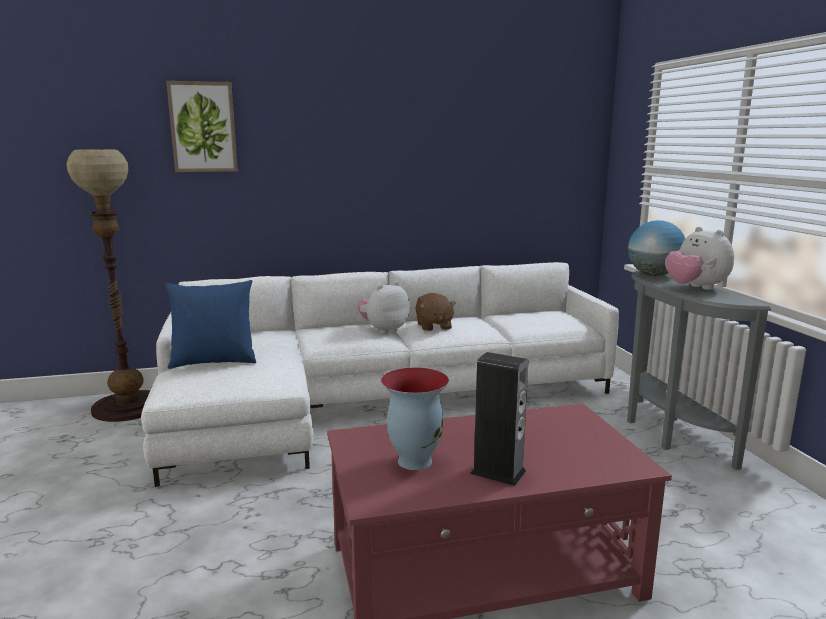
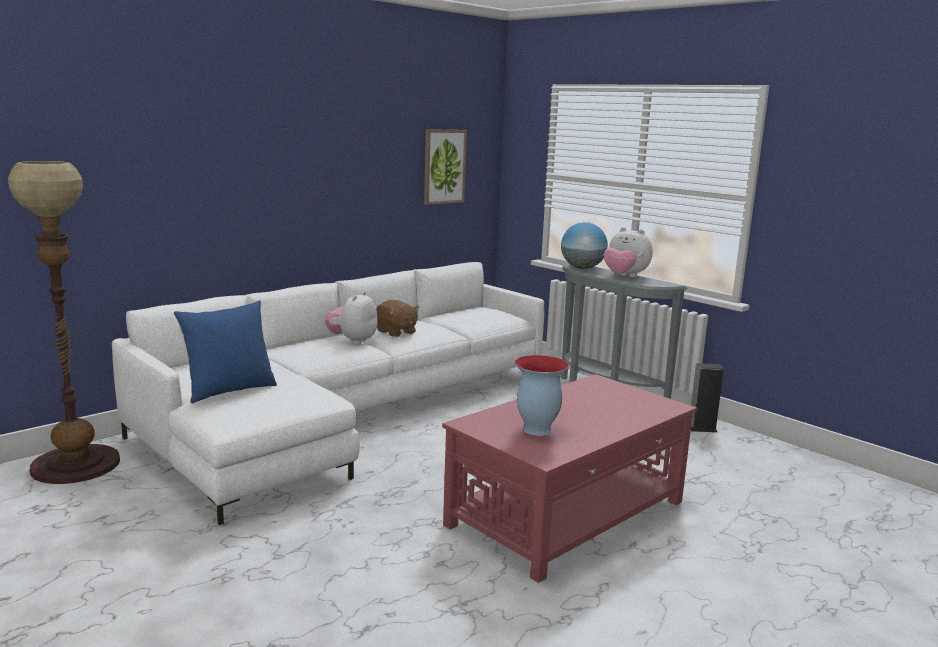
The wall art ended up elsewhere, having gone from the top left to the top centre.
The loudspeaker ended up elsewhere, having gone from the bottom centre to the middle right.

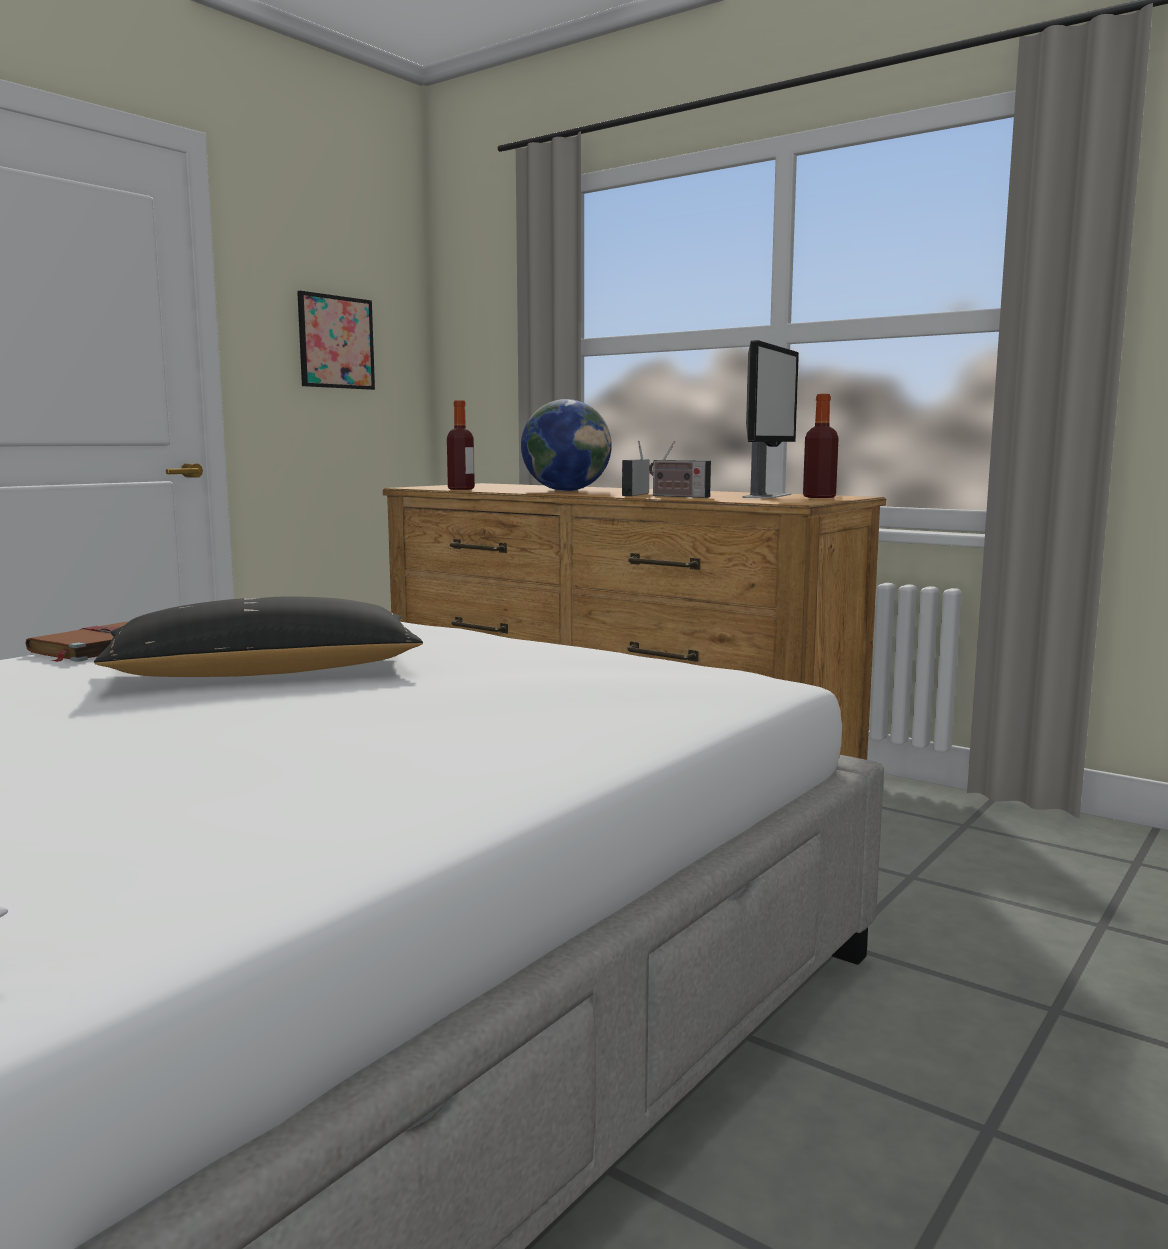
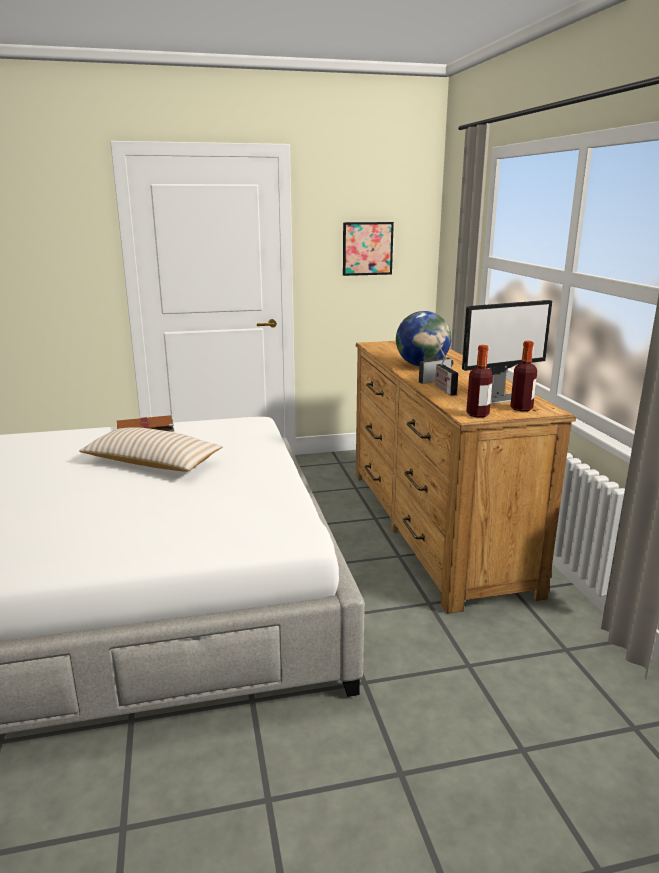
What was the black throw pillow at the middle left turned into the beige throw pillow at the middle left.
The bottle (no. 1 from left) ended up elsewhere, having gone from the centre to the middle right.

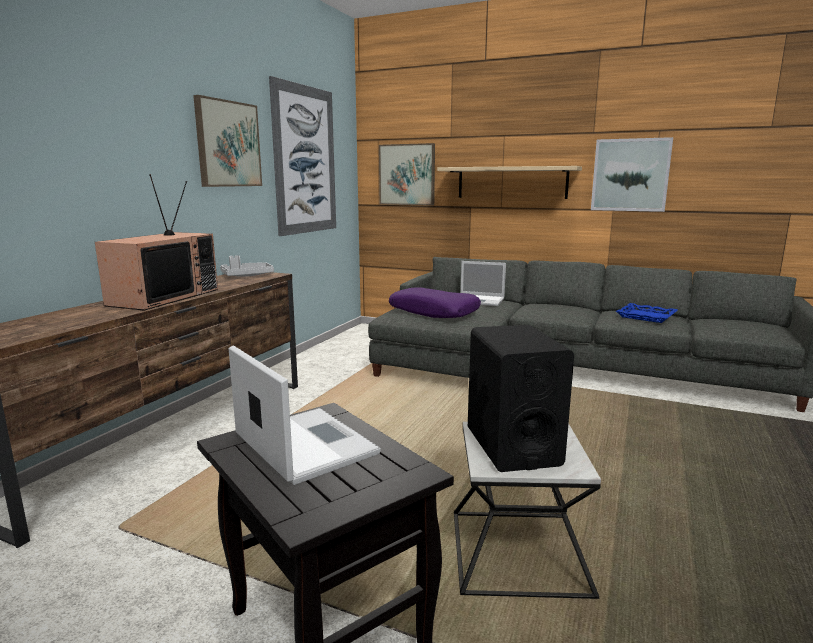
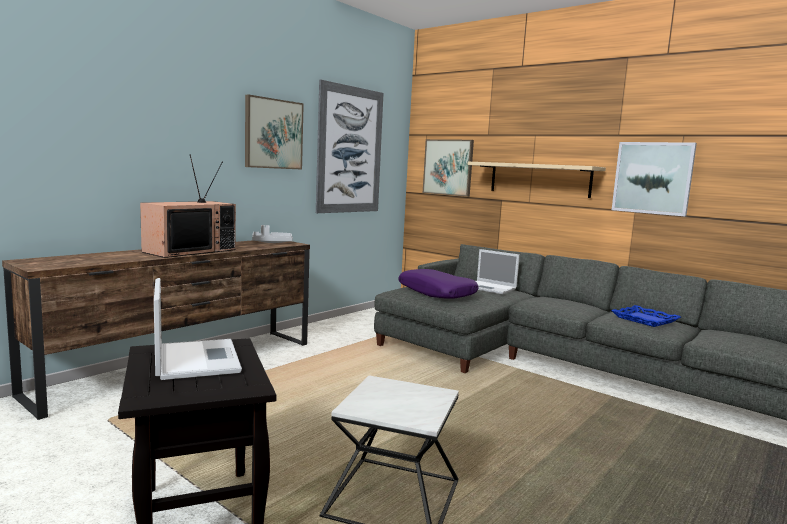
The second view lost the black loudspeaker at the centre.

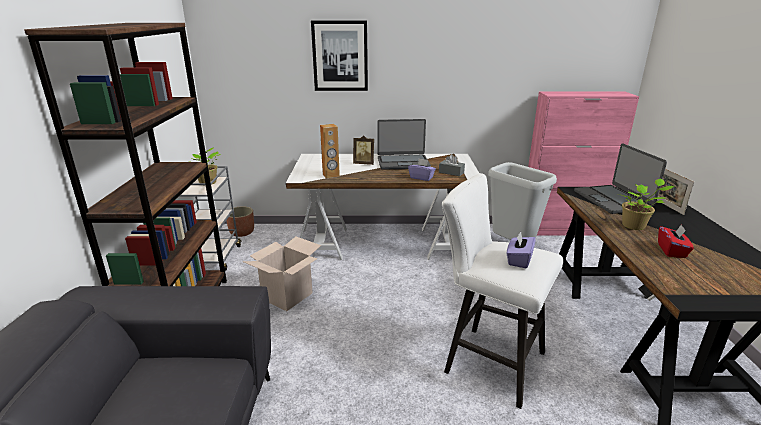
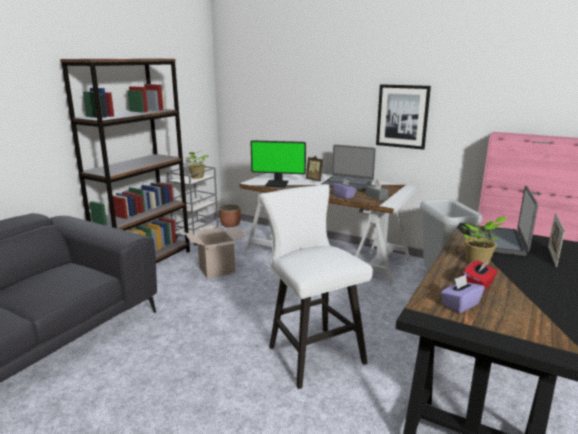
Where the brown loudspeaker stood at the centre, the computer screen came to stand at the centre.
The wall art ended up elsewhere, having gone from the top centre to the top right.
The purple box of tissues (no. 2 from left) ended up elsewhere, having gone from the middle right to the bottom right.

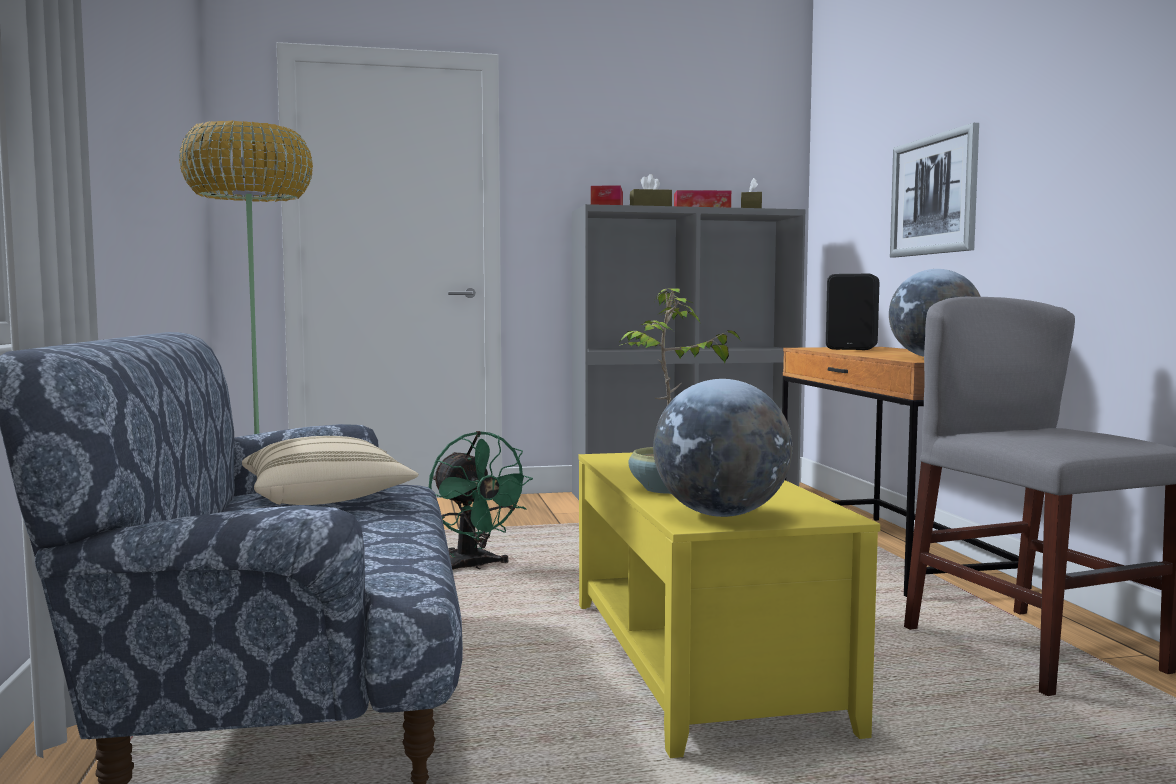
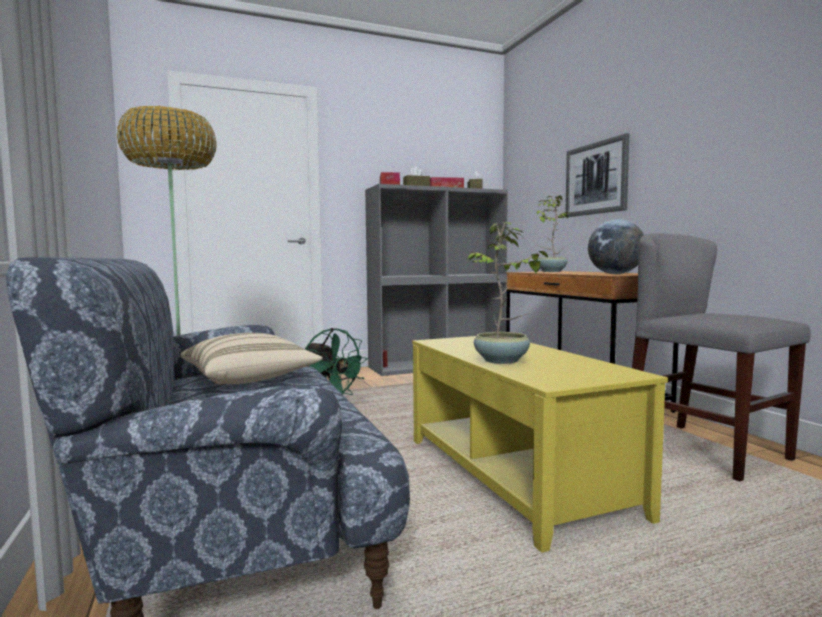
Where the black loudspeaker stood at the middle right, the houseplant (no. 2 from left) came to stand at the middle right.
The second view lost the world globe (no. 1 from left) at the centre.

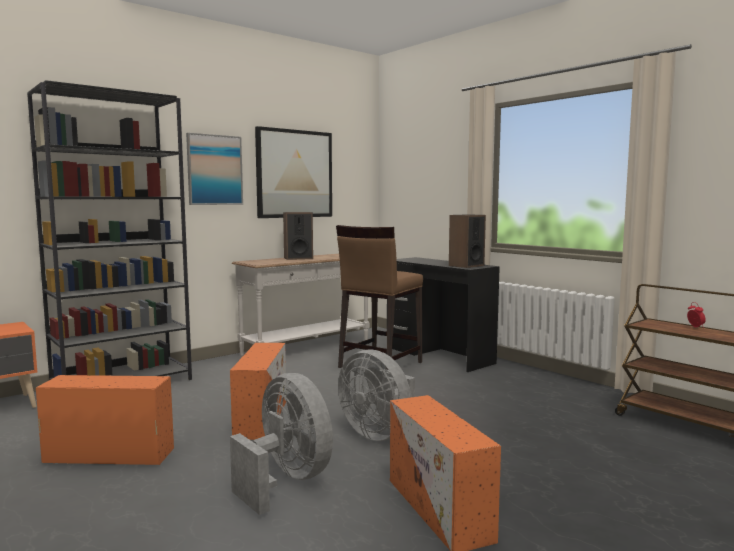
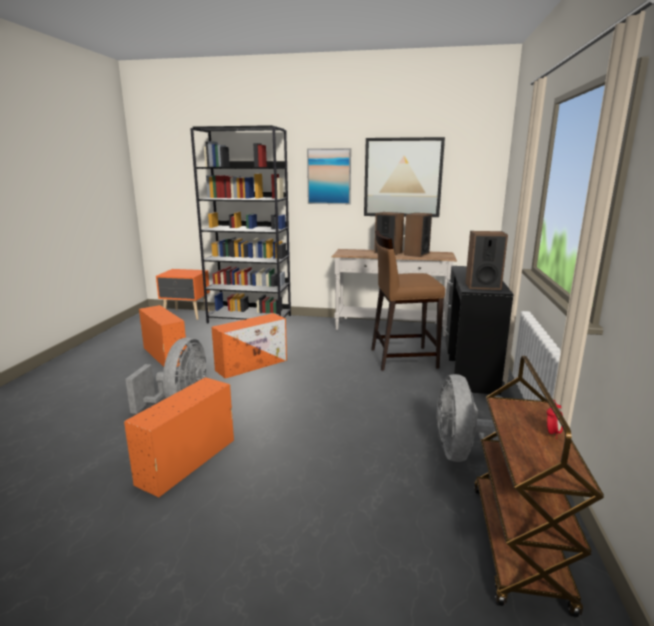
The second view gained the loudspeaker (no. 2 from left) at the centre.
The gray electric fan (no. 2 from left) ended up elsewhere, having gone from the bottom centre to the bottom right.

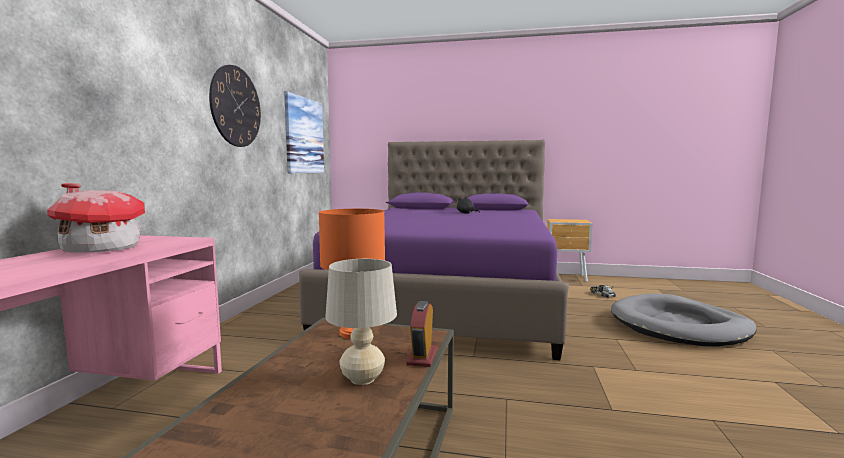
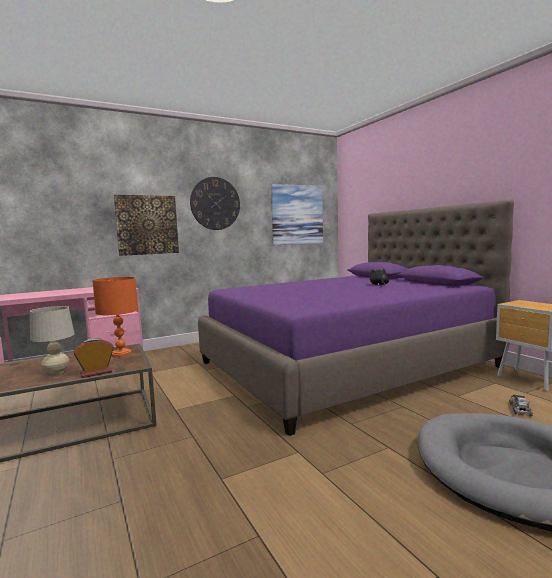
The second view gained the wall art (no. 1 from left) at the middle left.
The second view lost the miniature house at the middle left.

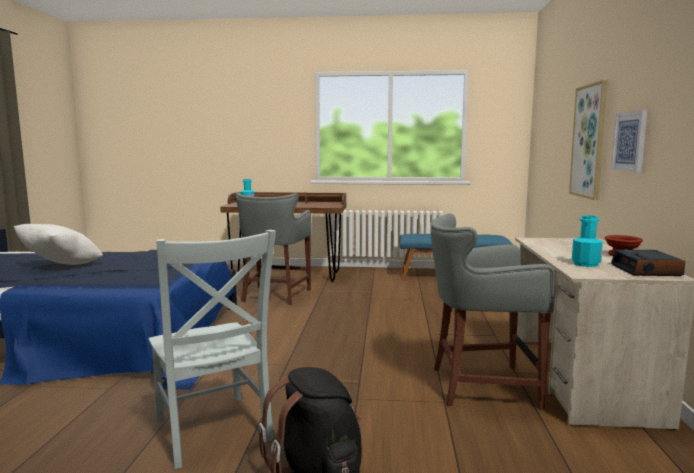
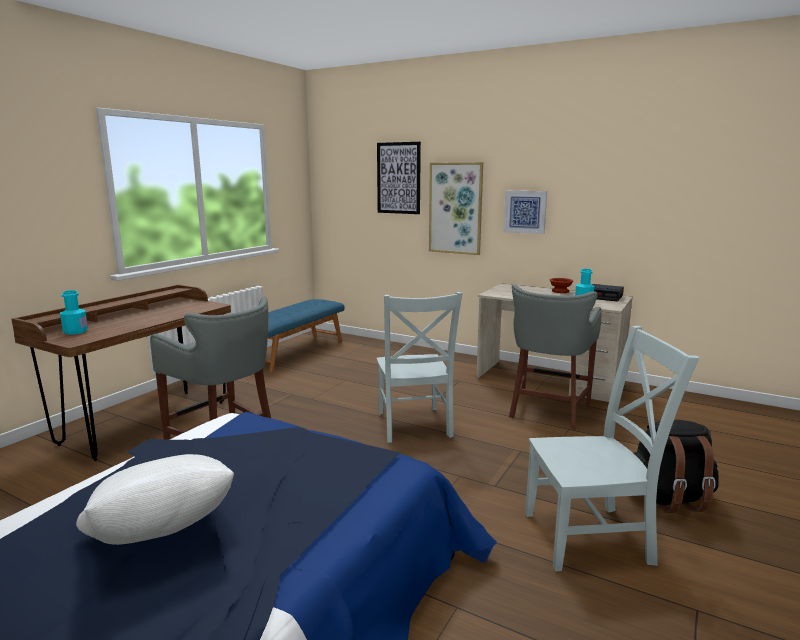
The second view gained the gray plain chair (no. 1 from left) at the centre.
The second view gained the wall art (no. 1 from left) at the top centre.

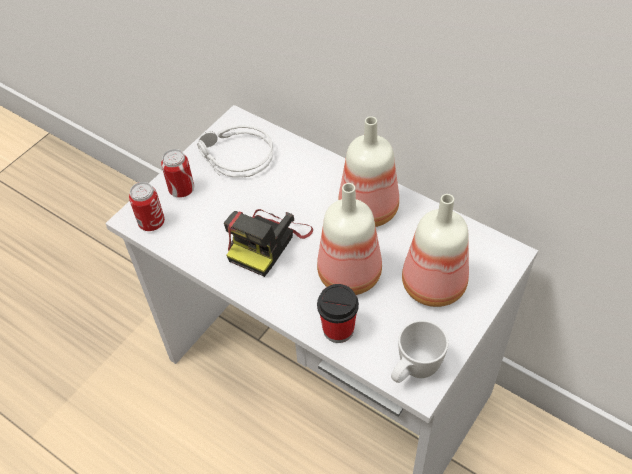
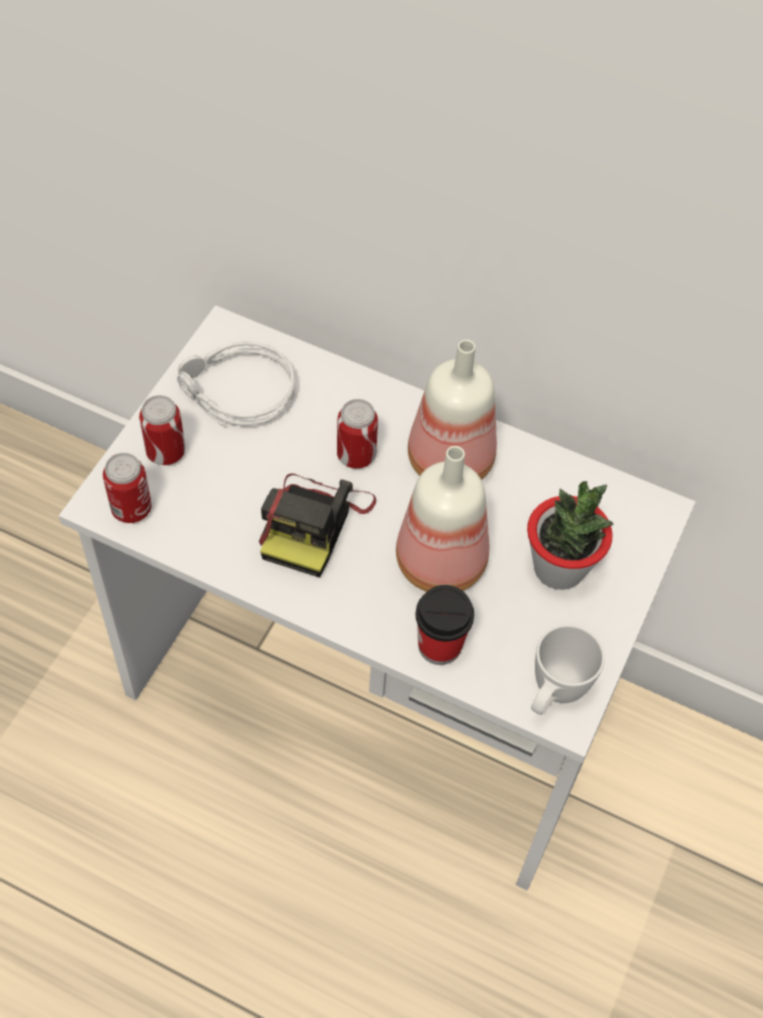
The second view gained the sealed can (no. 3 from left) at the centre.
Where the bottle (no. 3 from left) stood at the middle right, the houseplant came to stand at the middle right.

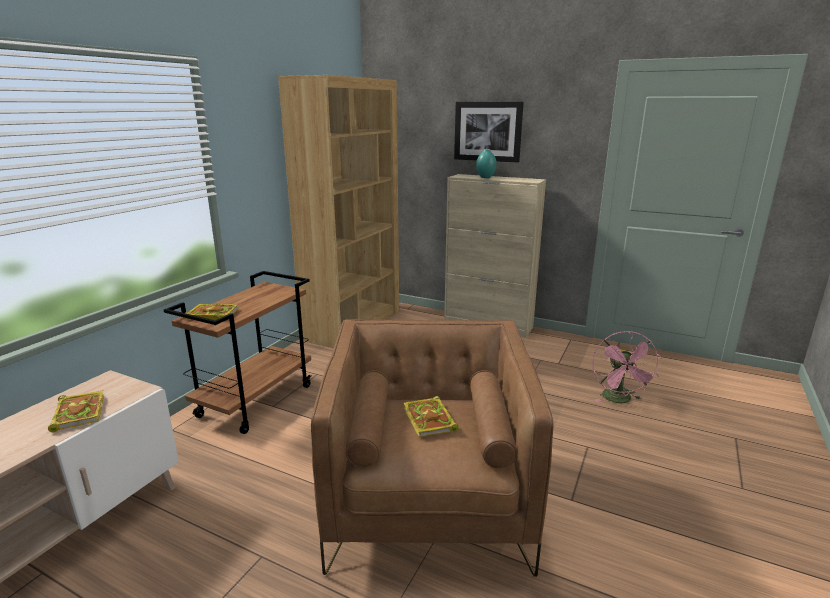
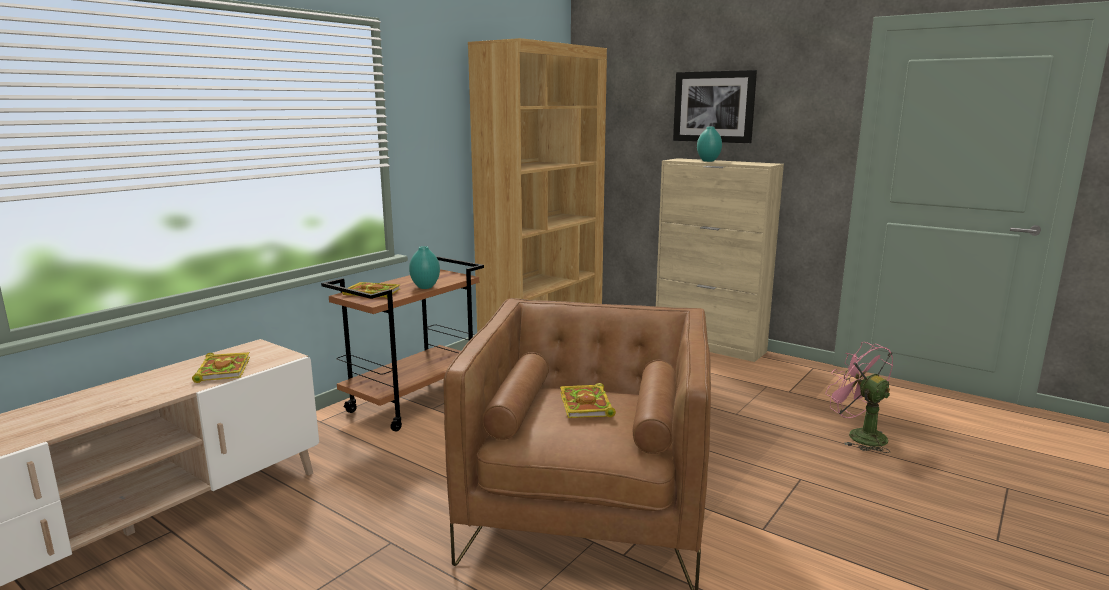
The second view gained the turquoise decorative vase (no. 1 from left) at the centre.
The pink electric fan at the middle right ended up facing another way, 135 degrees clockwise from before.

